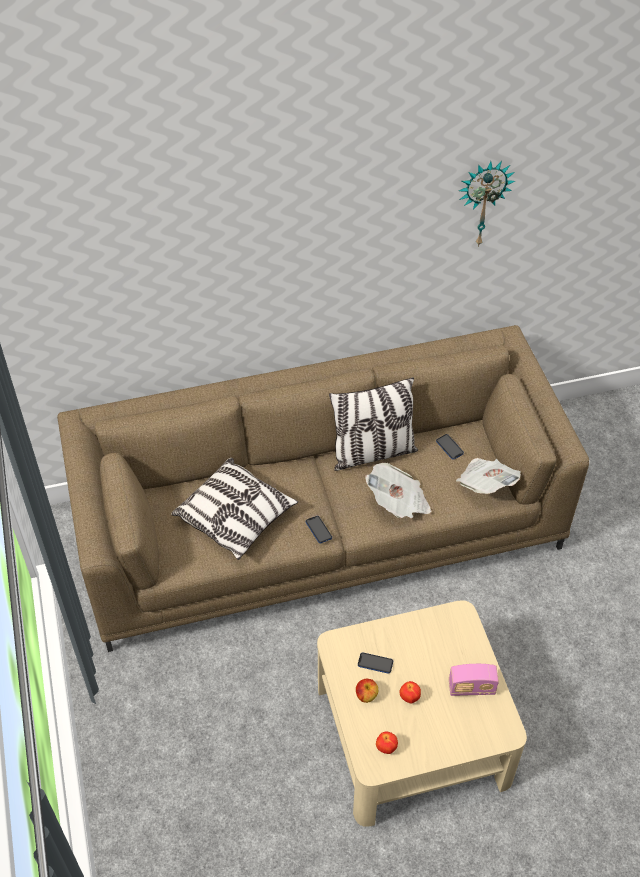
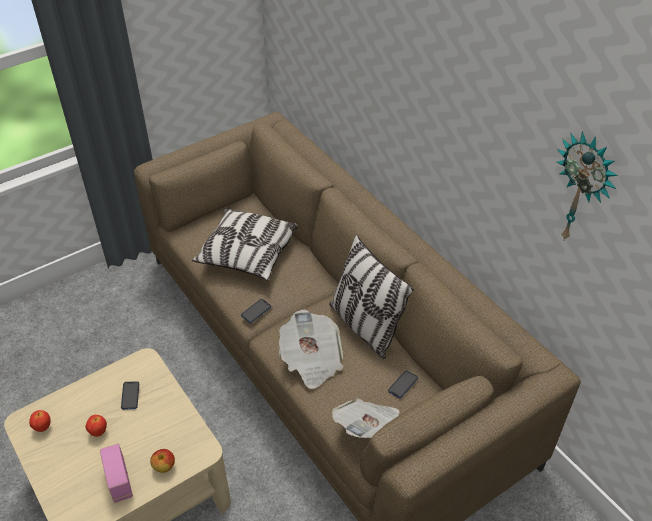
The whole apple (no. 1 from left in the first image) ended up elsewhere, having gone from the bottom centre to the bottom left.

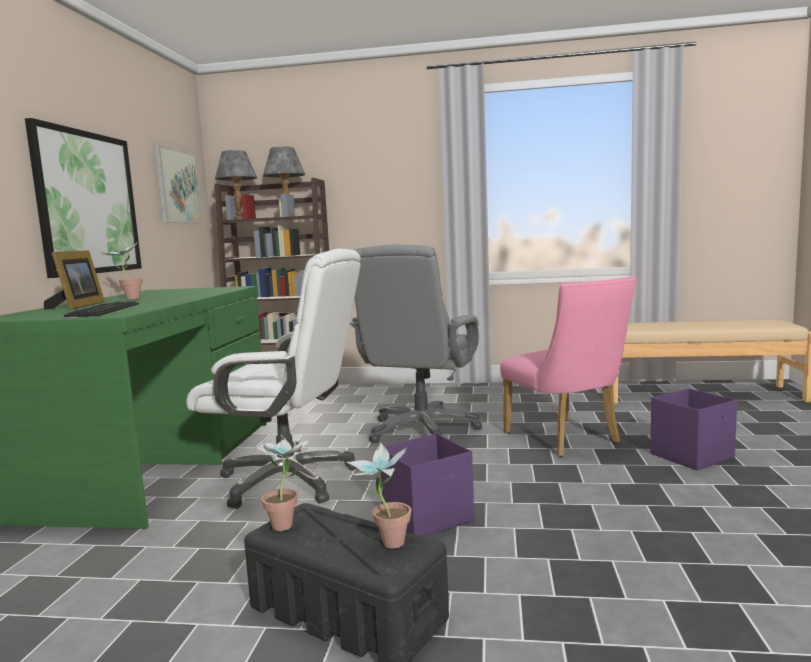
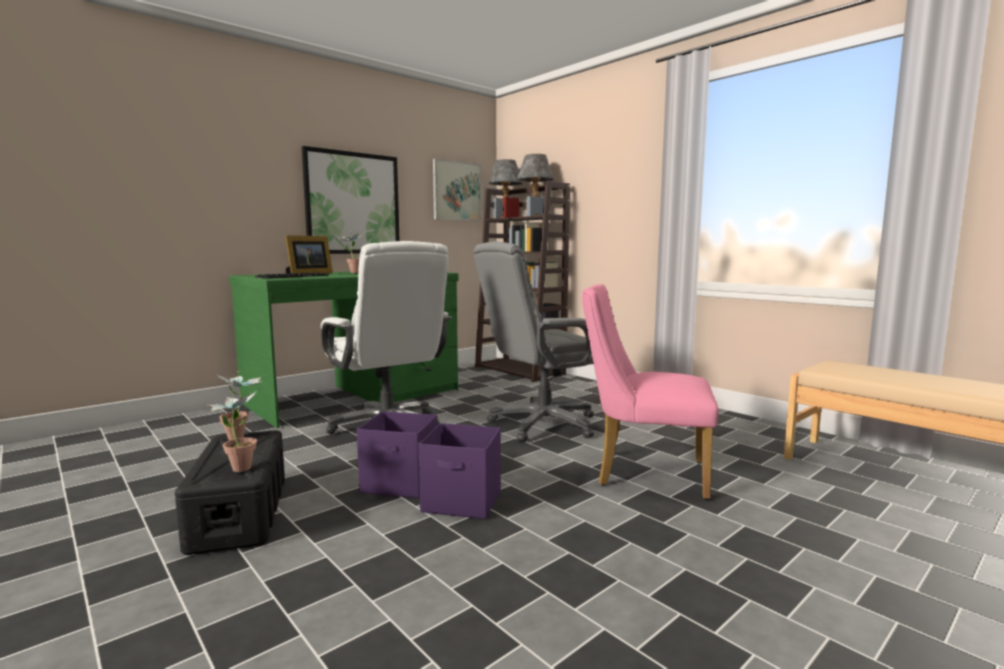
The purple storage bin (no. 2 from left) ended up elsewhere, having gone from the middle right to the bottom centre.
The pink plain chair at the middle right ended up facing another way, 90 degrees clockwise from before.

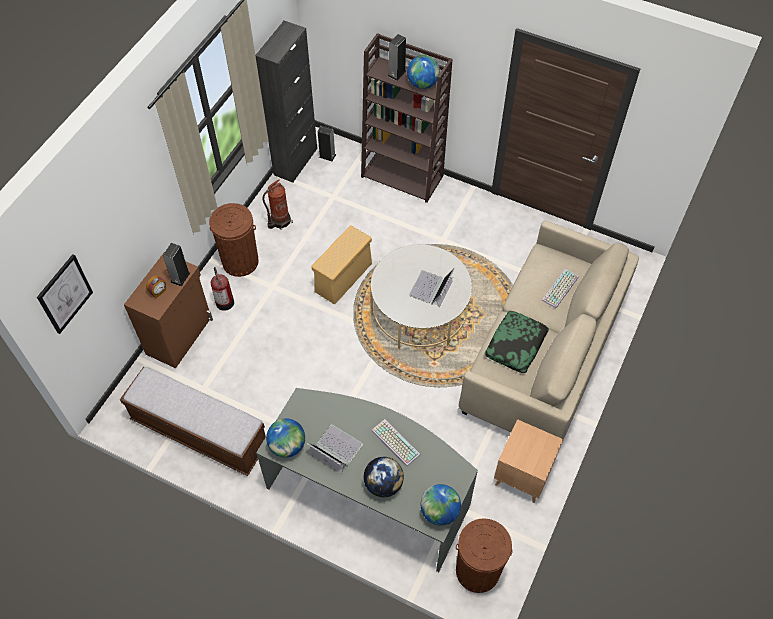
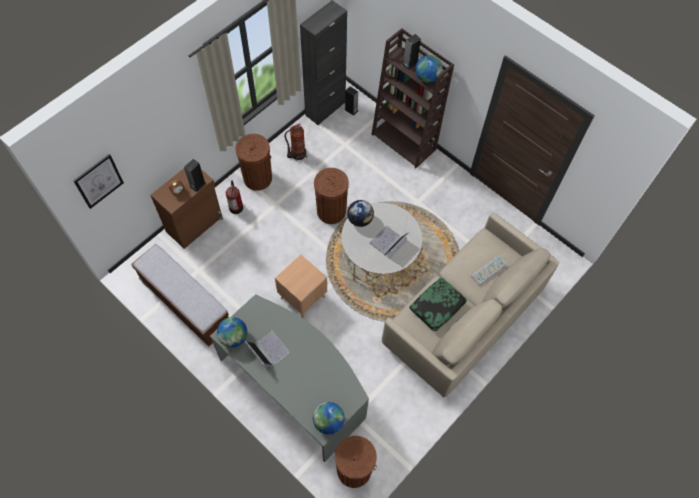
The brown end table ended up elsewhere, having gone from the bottom right to the centre.
Where the beige storage bin stood at the centre, the brown trash can (no. 2 from left) came to stand at the centre.
The world globe (no. 2 from left in the first image) ended up elsewhere, having gone from the bottom centre to the centre.
The second view lost the keyboard (no. 1 from left) at the bottom centre.

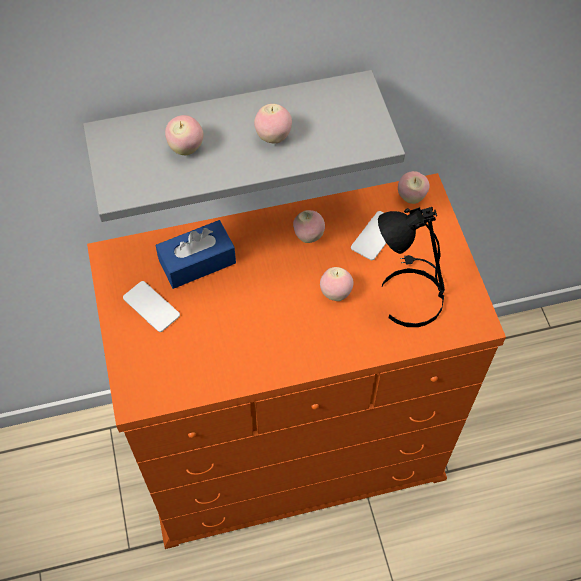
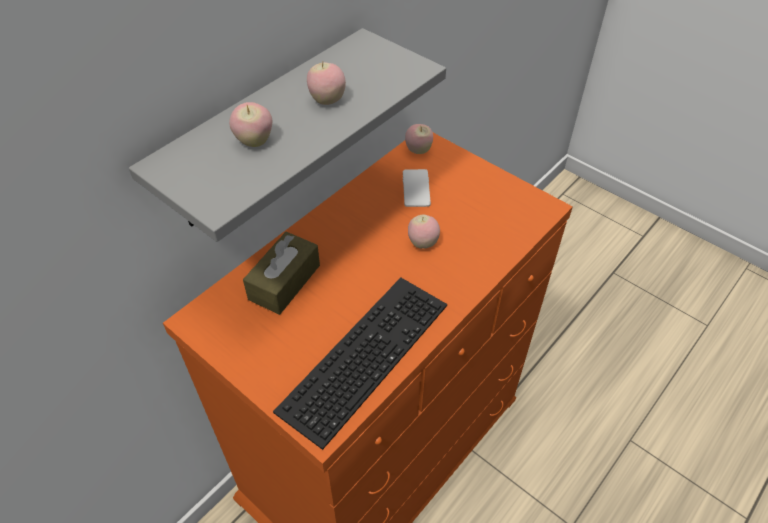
What was the bluish box of tissues at the centre turned into the brown box of tissues at the centre.
The second view gained the keyboard at the bottom centre.
The second view lost the telephone (no. 1 from left) at the middle left.
The second view lost the whole apple (no. 3 from left) at the centre.
The second view lost the black table lamp at the middle right.

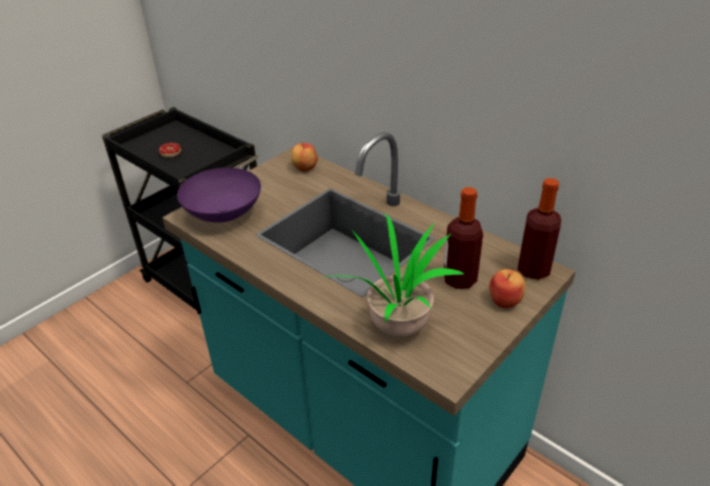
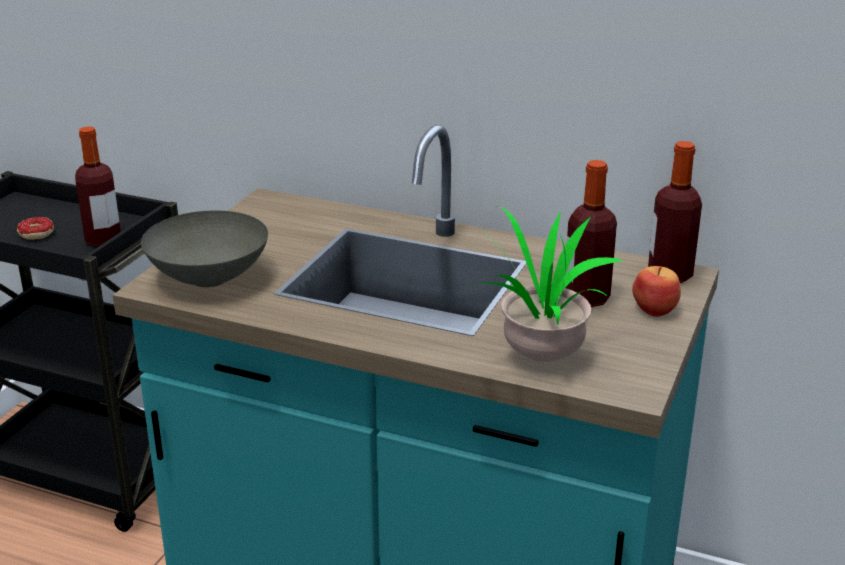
The second view gained the bottle (no. 1 from left) at the top left.
What was the purple deep dish at the middle left turned into the gray deep dish at the middle left.
The second view lost the whole apple (no. 1 from left) at the top centre.

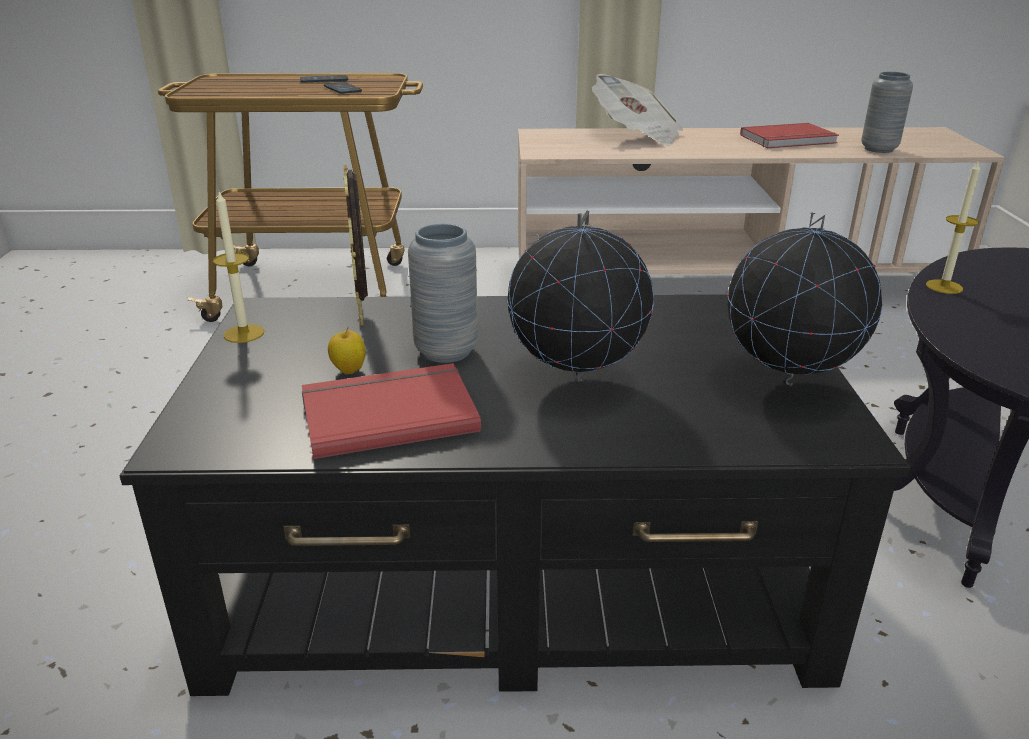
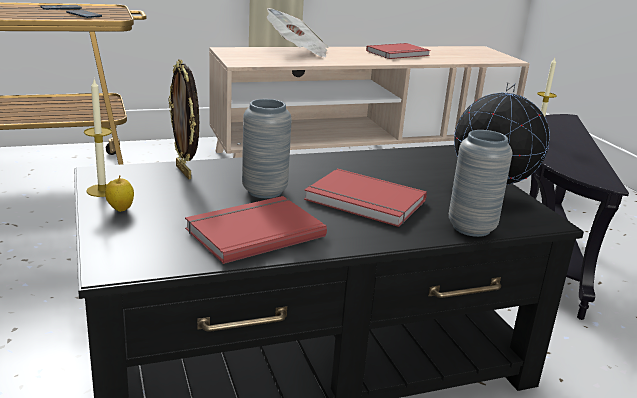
The whole apple ended up elsewhere, having gone from the centre to the middle left.
Where the world globe (no. 1 from left) stood at the centre, the reddish book (no. 2 from left) came to stand at the centre.
The gray decorative vase (no. 2 from left) ended up elsewhere, having gone from the top right to the middle right.

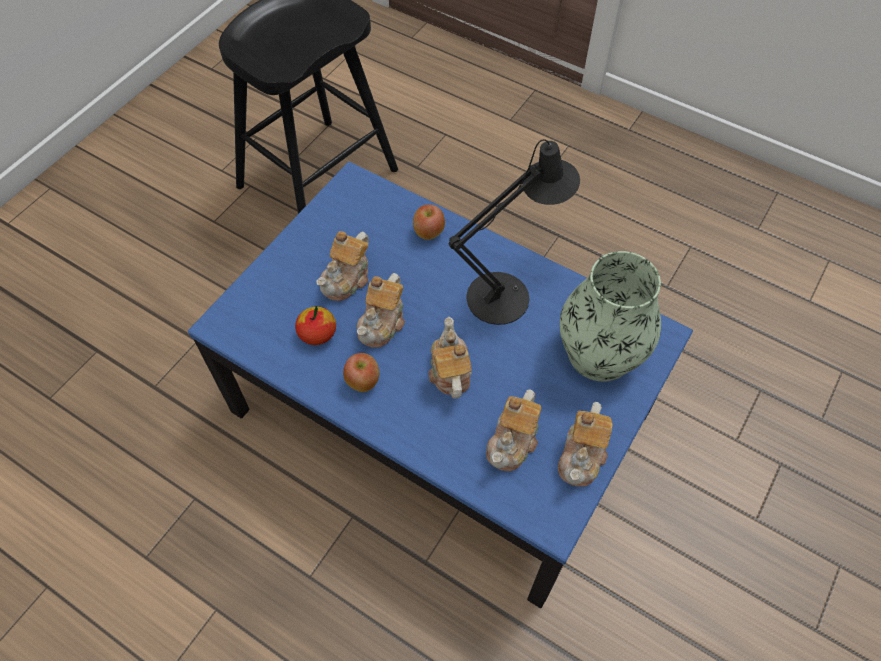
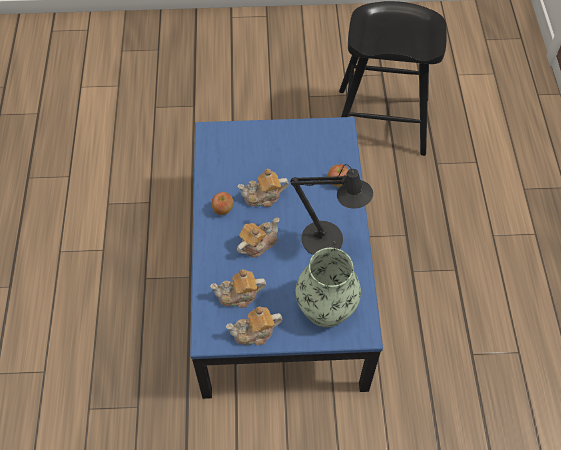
The second view lost the whole apple (no. 1 from left) at the centre.
The second view lost the pot for tea (no. 1 from left) at the centre.

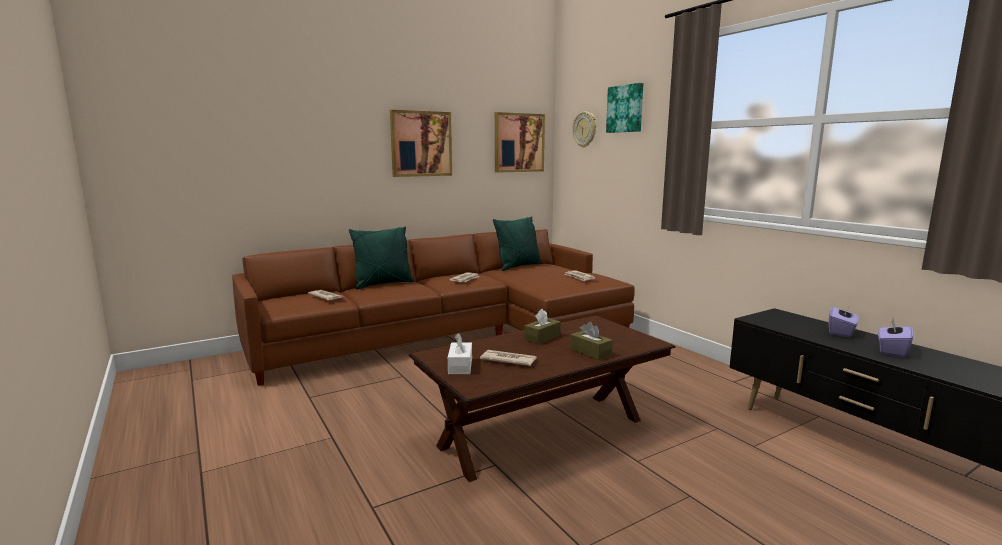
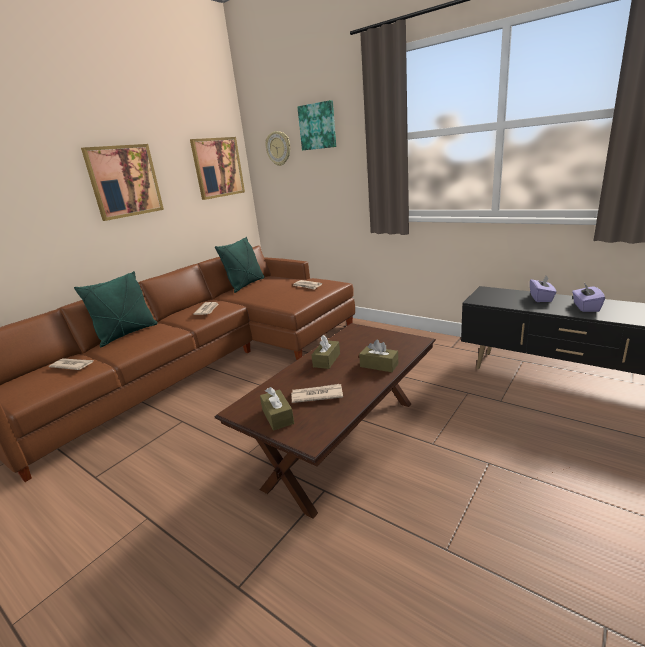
What was the white box of tissues at the centre turned into the brown box of tissues (no. 1 from left) at the centre.

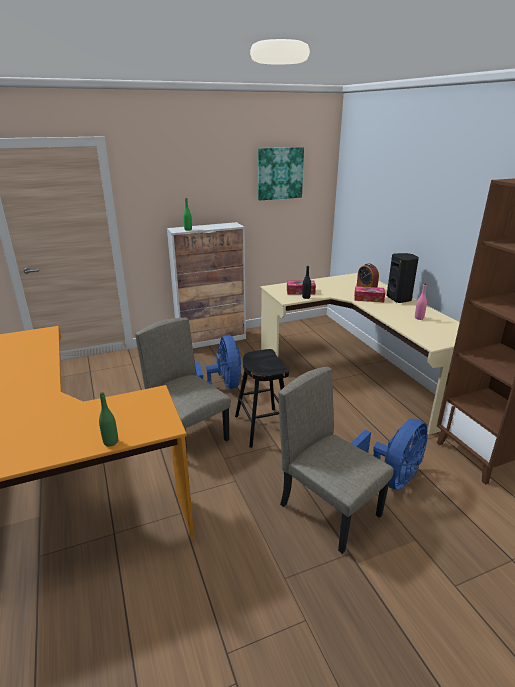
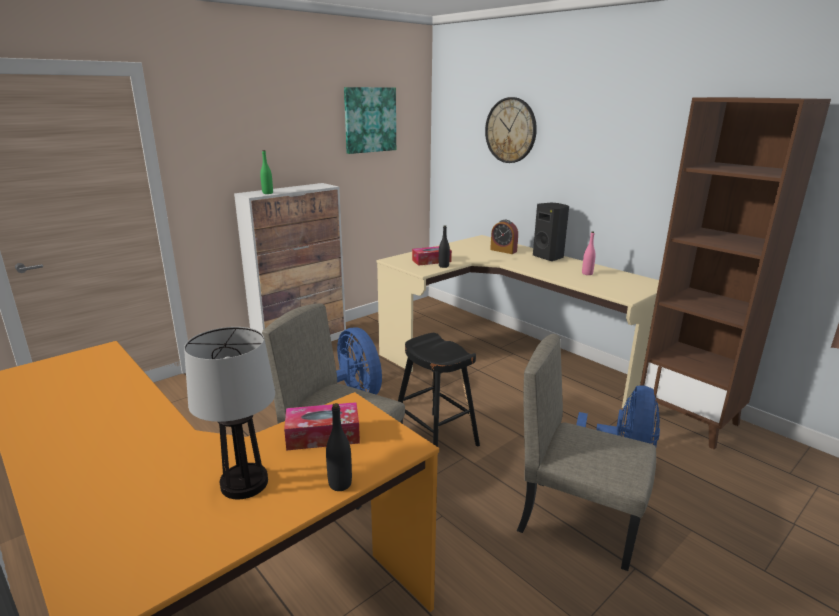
The second view gained the table lamp at the bottom left.
The box of tissues (no. 2 from left in the first image) ended up elsewhere, having gone from the middle right to the bottom centre.
What was the greenish bottle (no. 1 from left) at the middle left turned into the black bottle (no. 1 from left) at the bottom centre.
The second view gained the hanging clock at the top centre.

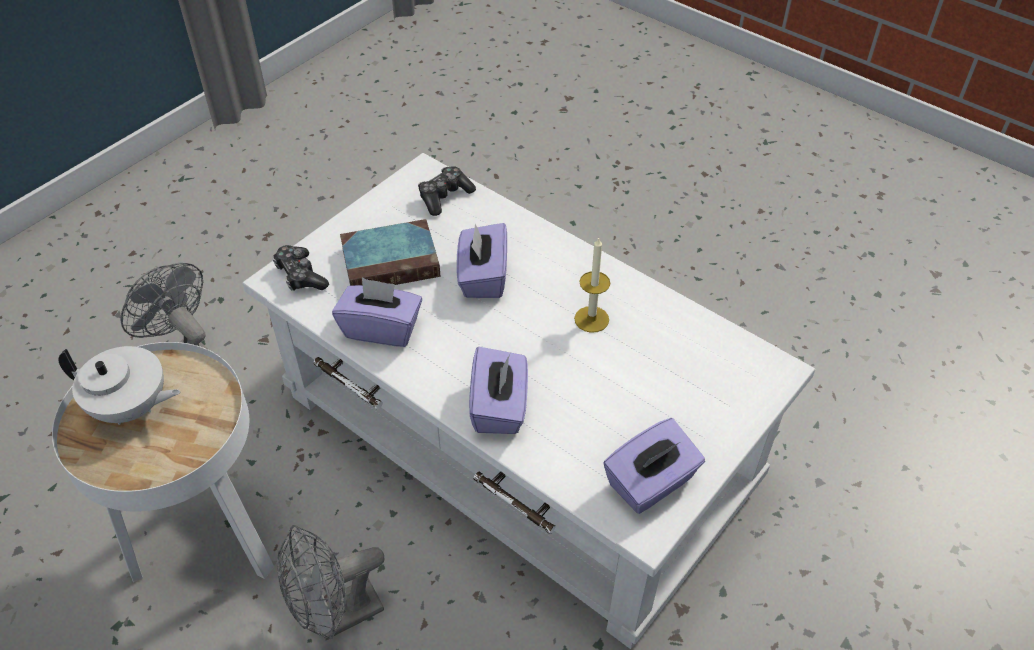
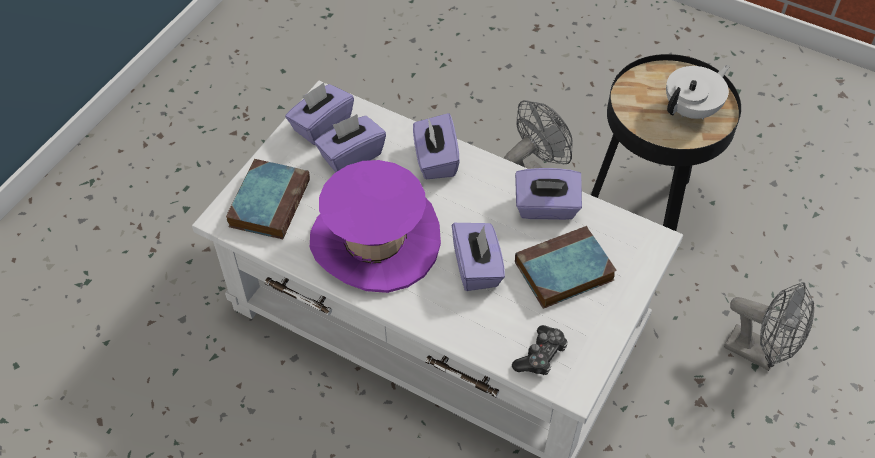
The second view gained the book (no. 1 from left) at the middle left.
Where the candle stood at the centre, the purple clothing hat came to stand at the centre.
The second view gained the purple box of tissues (no. 2 from left) at the top centre.
What was the white end table at the bottom left turned into the black end table at the top right.
The white pot for tea at the middle left ended up facing another way, 135 degrees clockwise from before.
The second view lost the game controller (no. 1 from left) at the middle left.

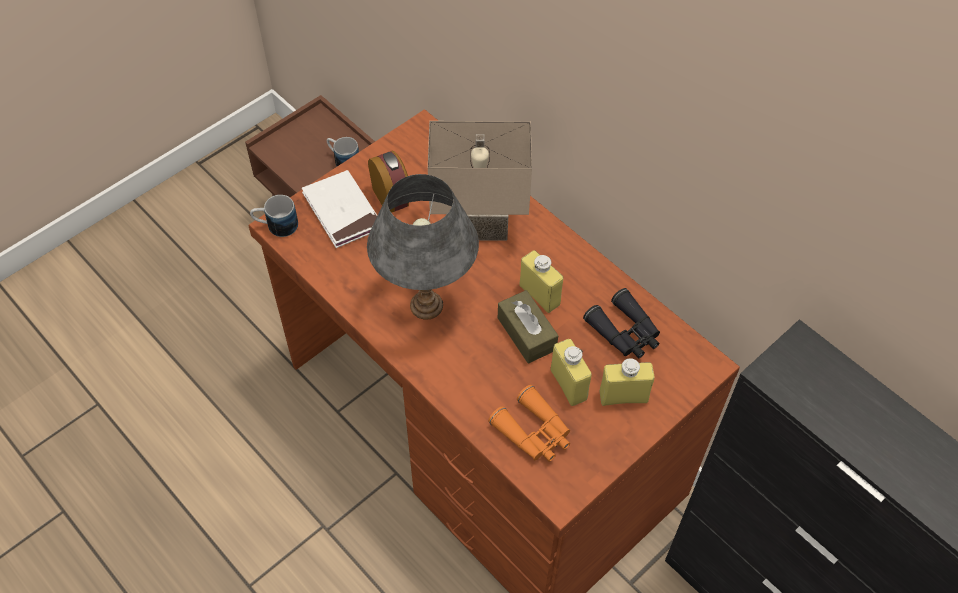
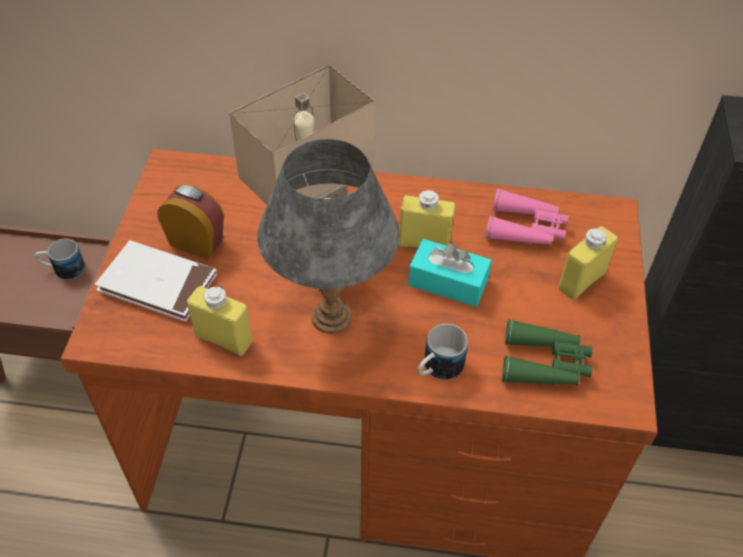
The yellow bottle (no. 2 from left in the first image) ended up elsewhere, having gone from the centre to the middle left.
What was the brown box of tissues at the centre turned into the turquoise box of tissues at the centre.
The mug (no. 1 from left in the first image) ended up elsewhere, having gone from the middle left to the centre.
What was the black pair of binoculars at the centre turned into the pink pair of binoculars at the middle right.
What was the orange-coloured pair of binoculars at the bottom centre turned into the greenish pair of binoculars at the middle right.

